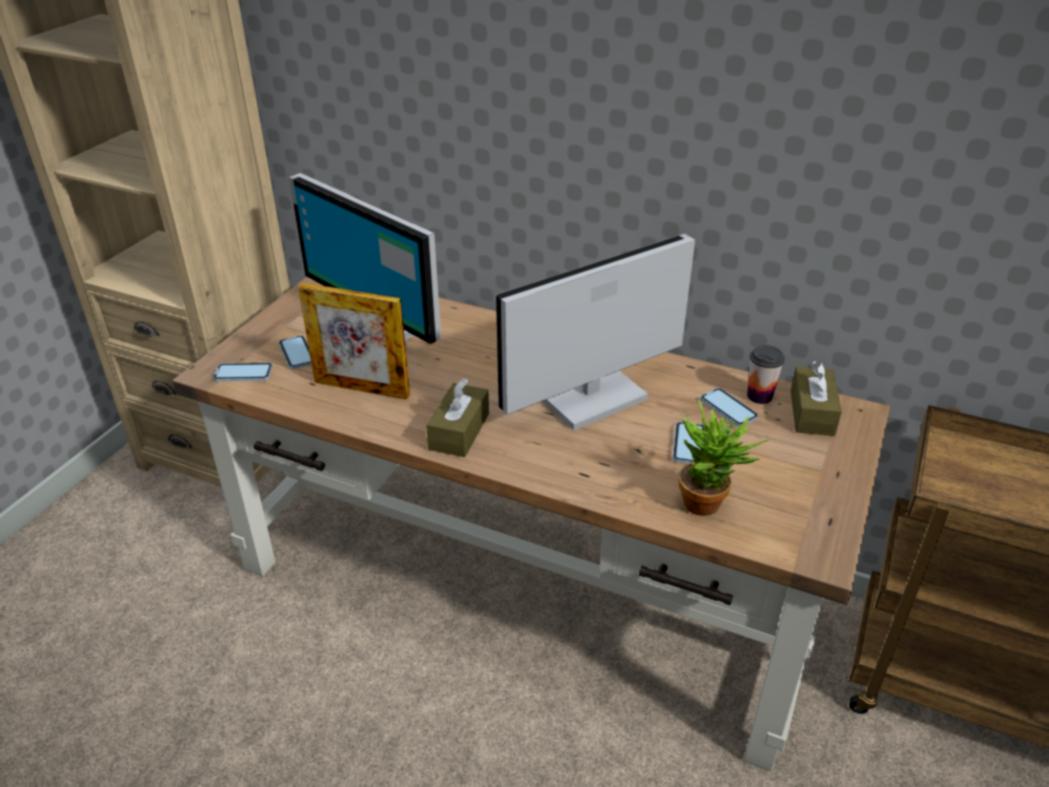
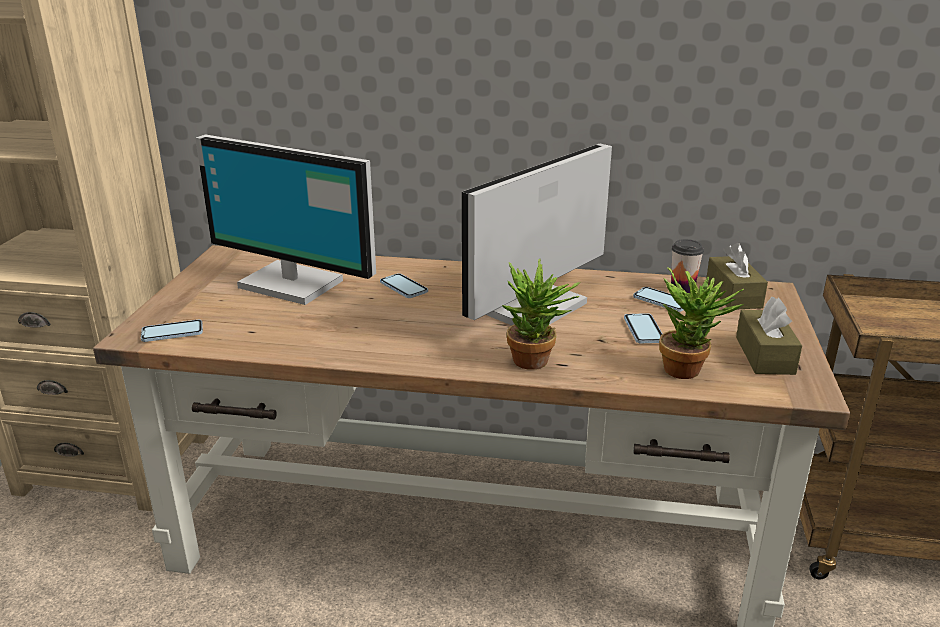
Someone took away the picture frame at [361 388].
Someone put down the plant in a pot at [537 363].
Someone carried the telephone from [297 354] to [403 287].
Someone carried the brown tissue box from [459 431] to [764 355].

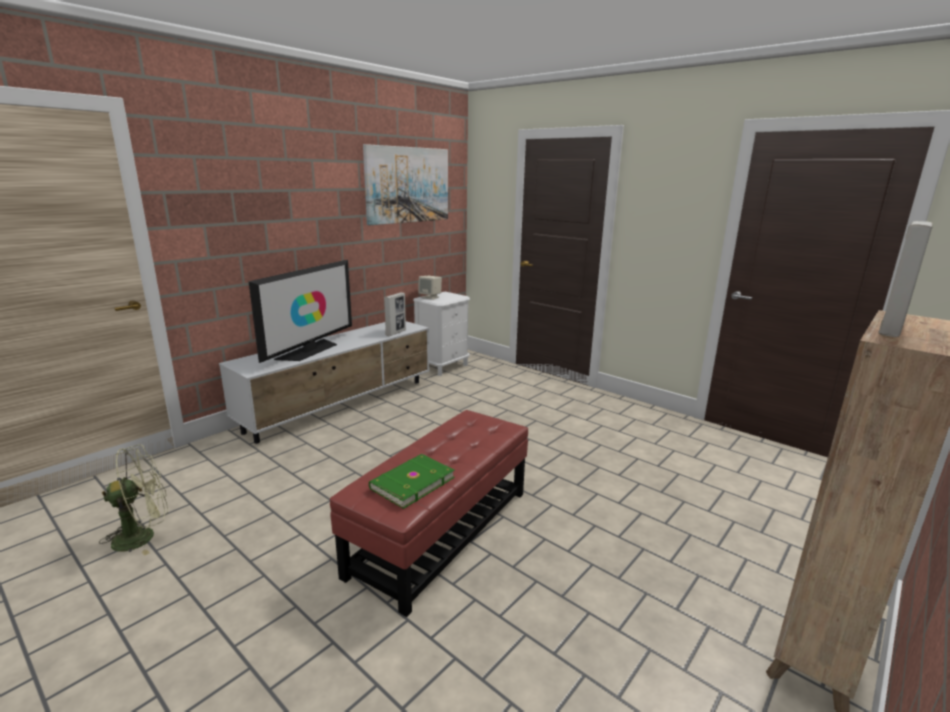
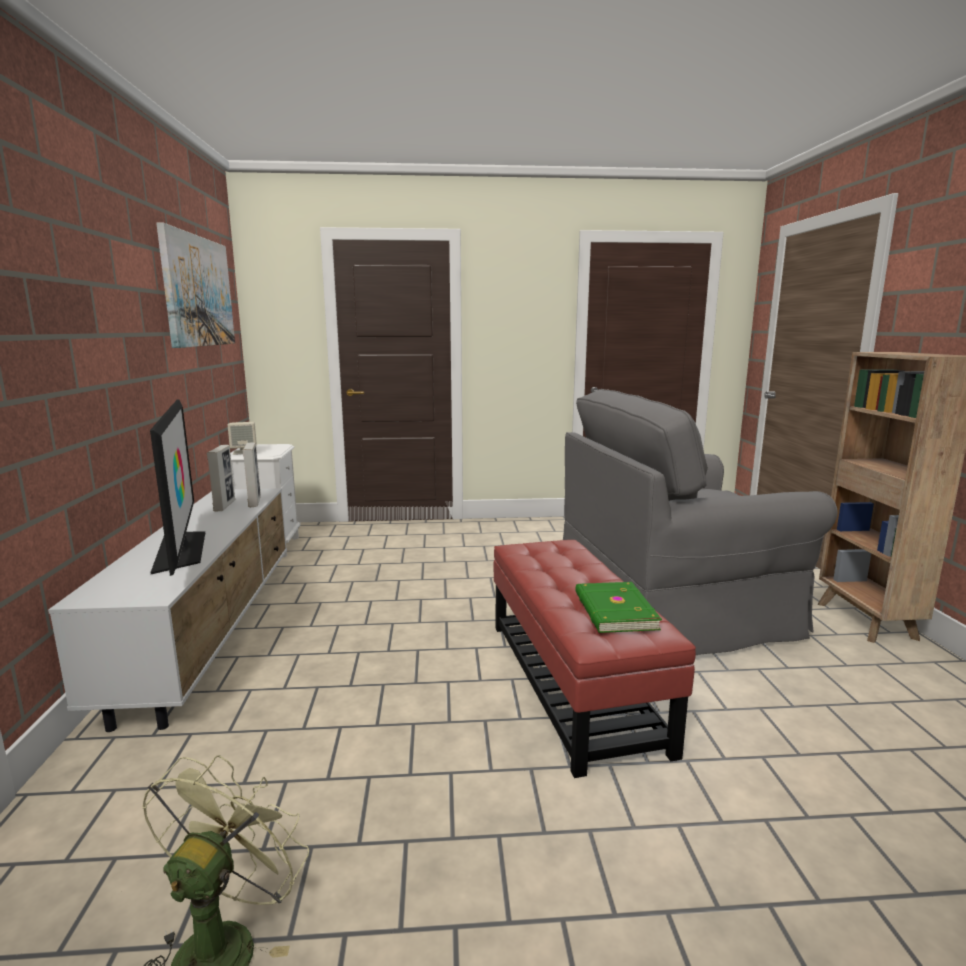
Someone put down the grey lounge chair at [673 605].
Someone carried the picture frame from [890 329] to [224 505].

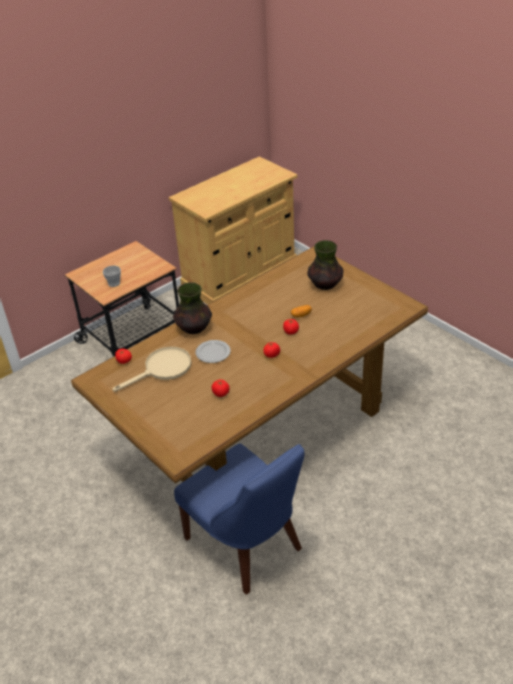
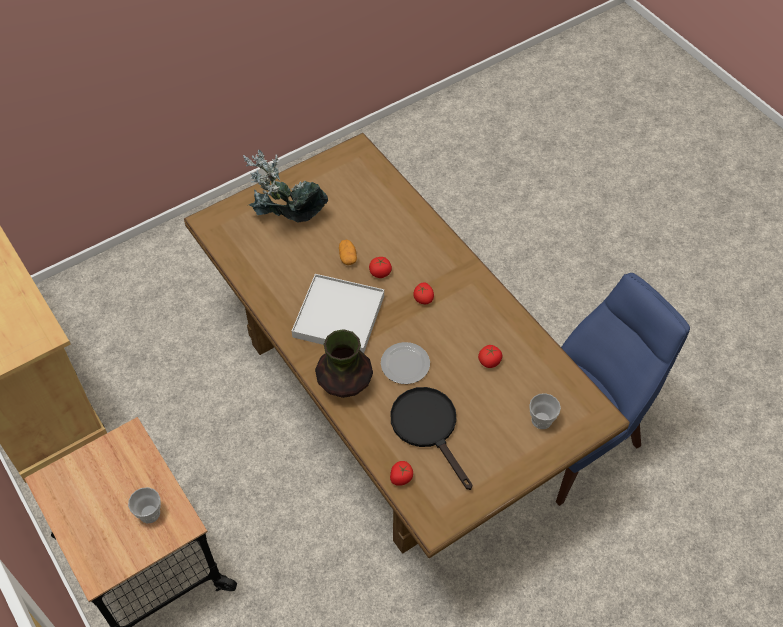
Someone put down the white serving tray at [339 316].
Someone put down the cup at [541 420].
Someone swapped the flower vase at [325 284] for the plant in a pot at [286 221].
Someone repainted the sand-coloured frying pan at [162 369], which became the black frying pan at [429 427].

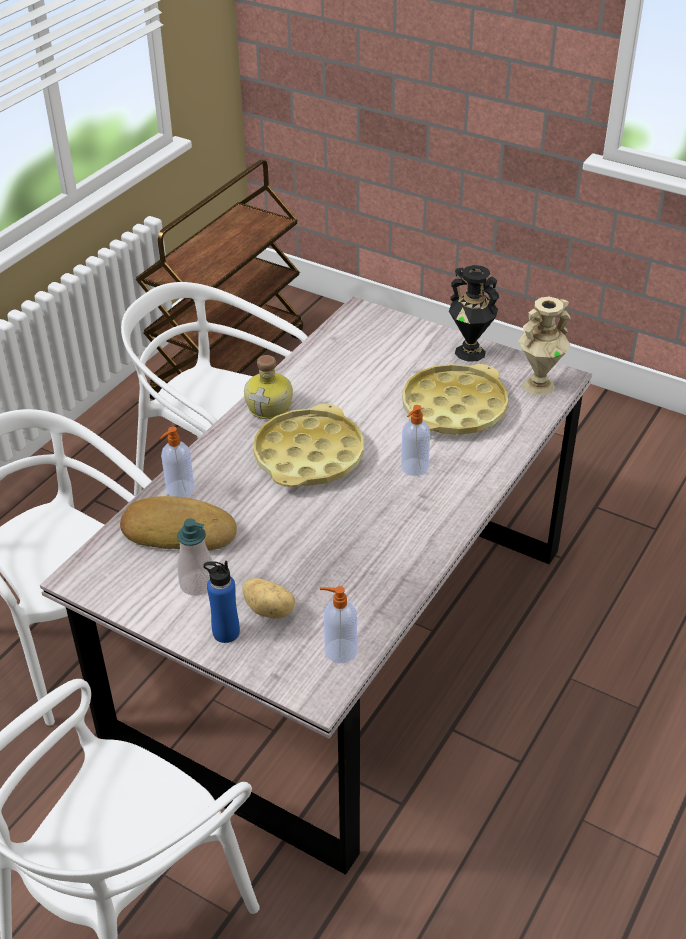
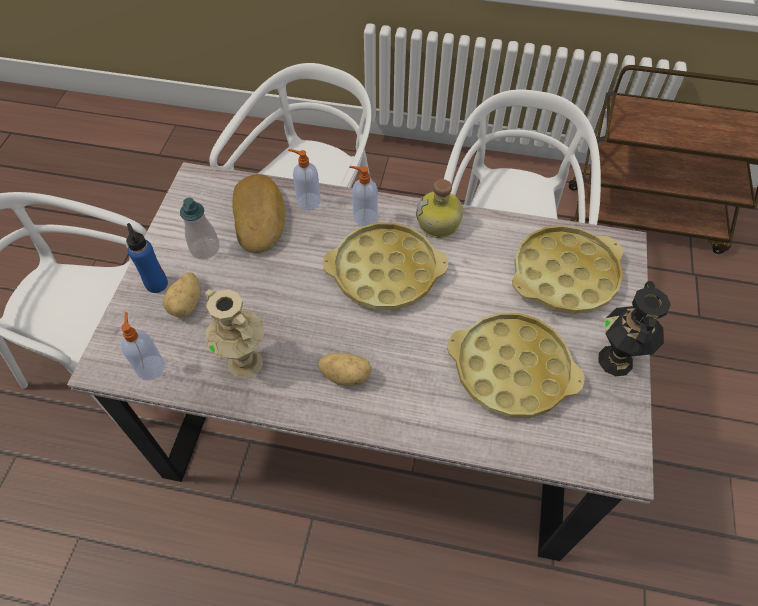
Someone put down the potato at [346 375].
Someone put down the yellow-coloured serving tray at [564 275].
Someone carried the soap bottle from [414 467] to [364 217].
Someone carried the sand-coloured flower vase from [538 385] to [246 362].

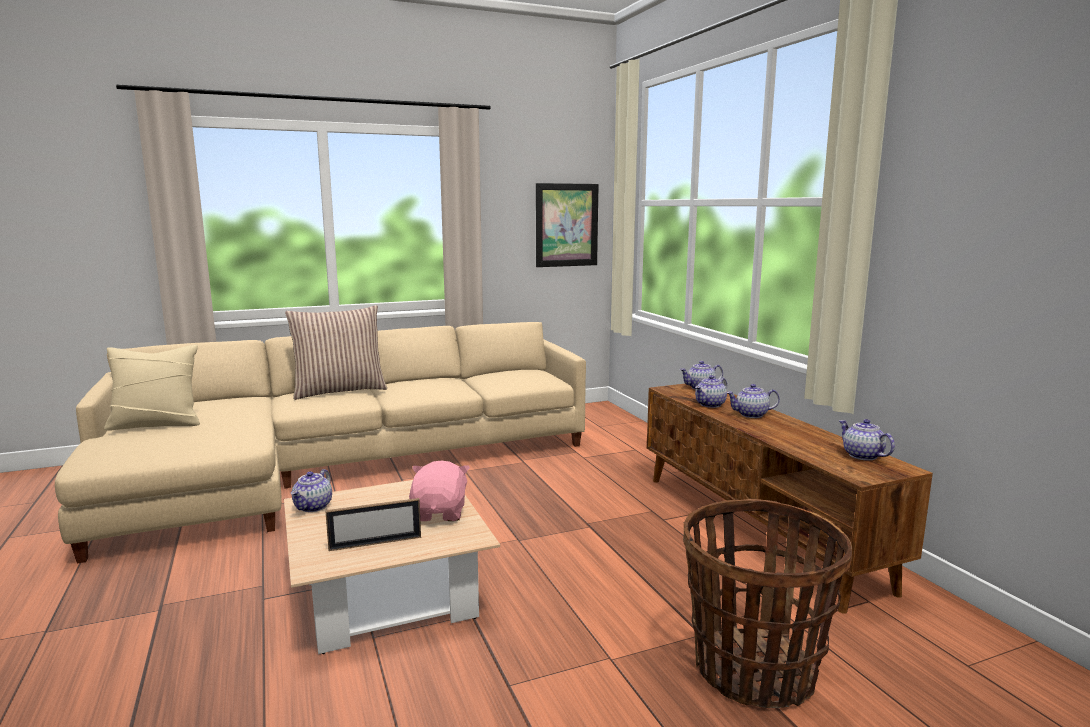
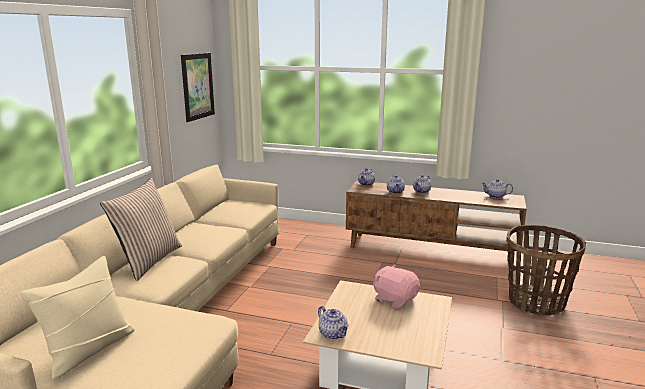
Someone took away the picture frame at [375 543].

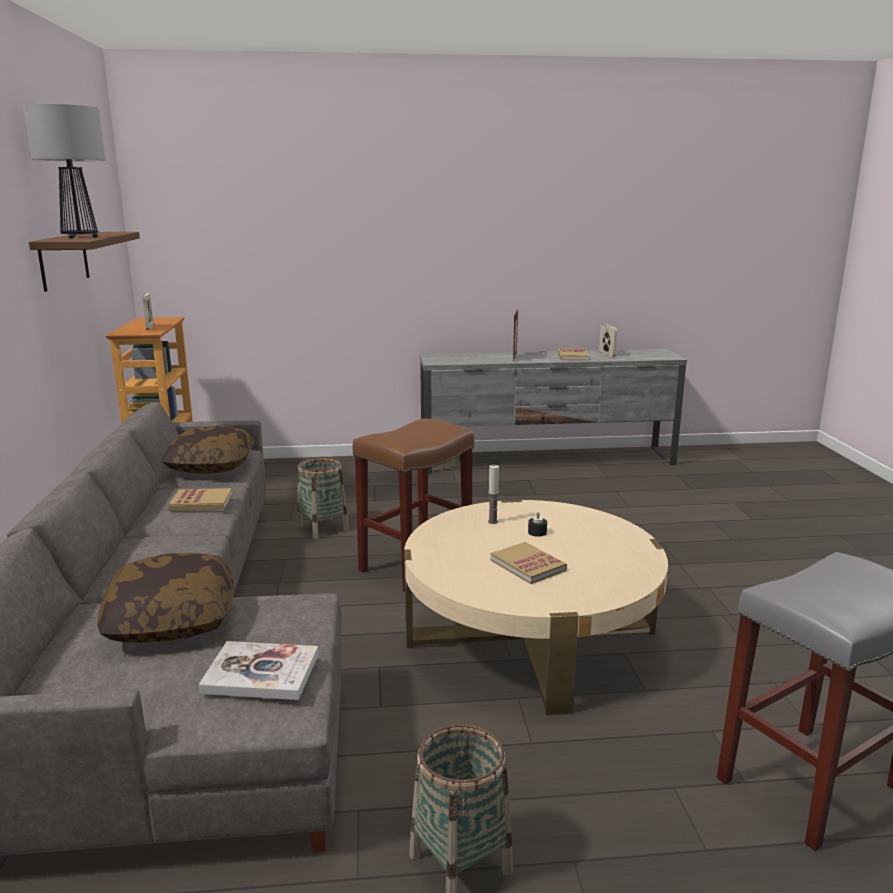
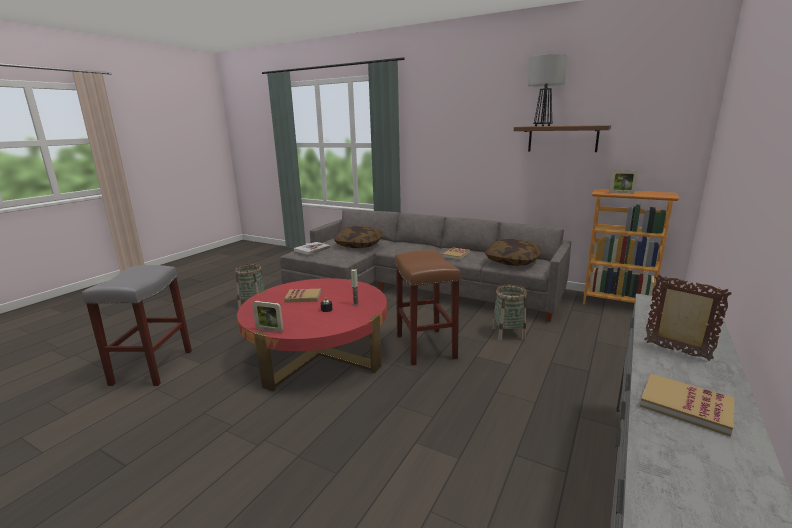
Someone carried the picture frame from [607 354] to [269 330].
Someone repainted the sand-coloured low table at [530 635], which became the red low table at [318 352].

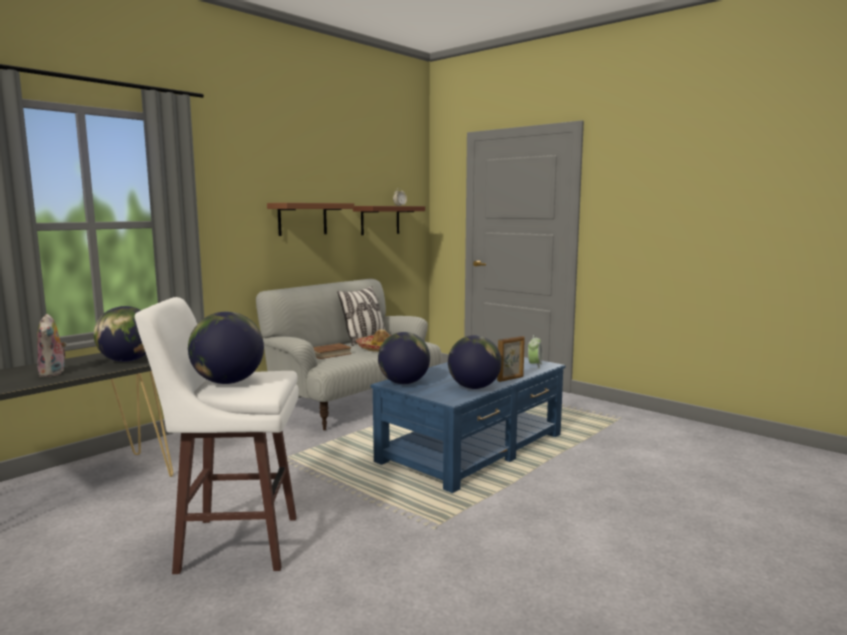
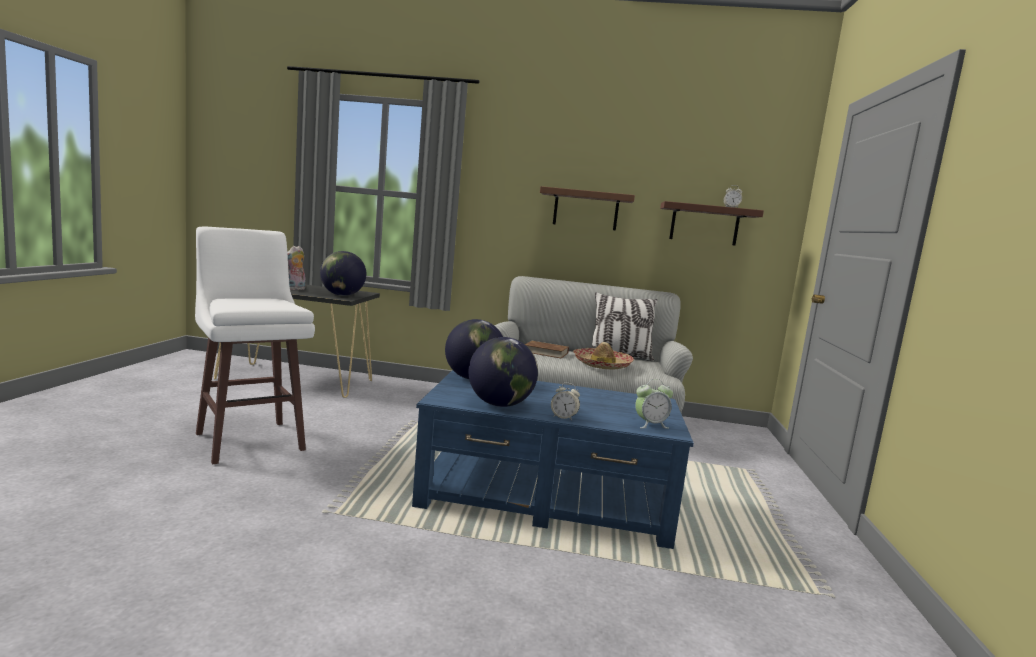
Someone took away the desk globe at [228 382].
Someone swapped the picture frame at [510 379] for the table clock at [564 417].

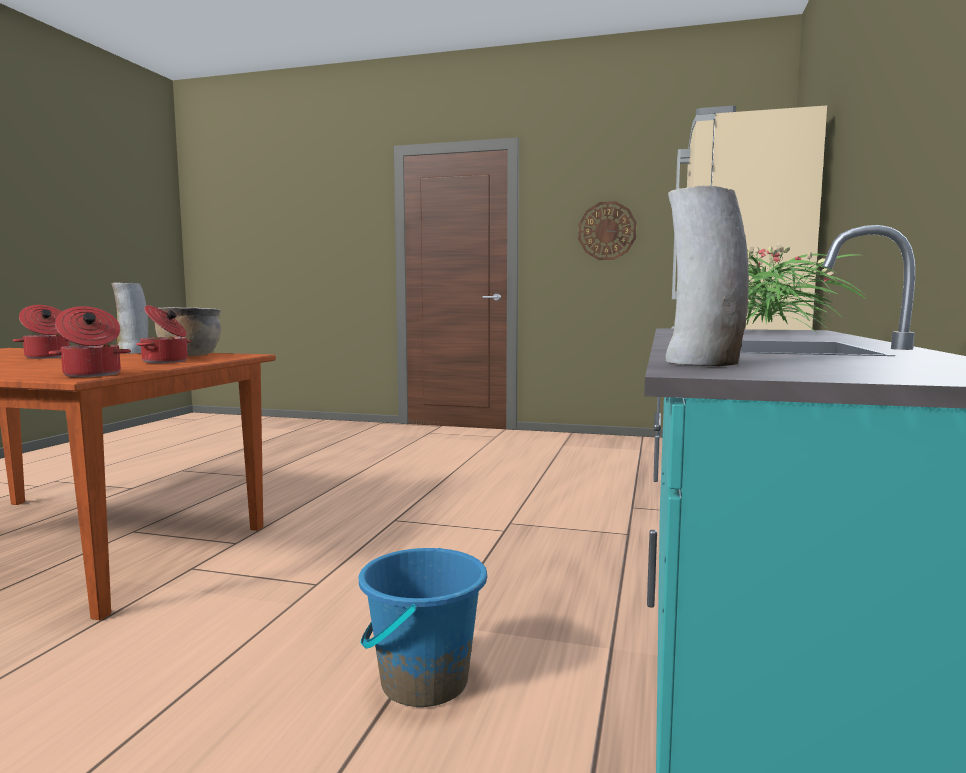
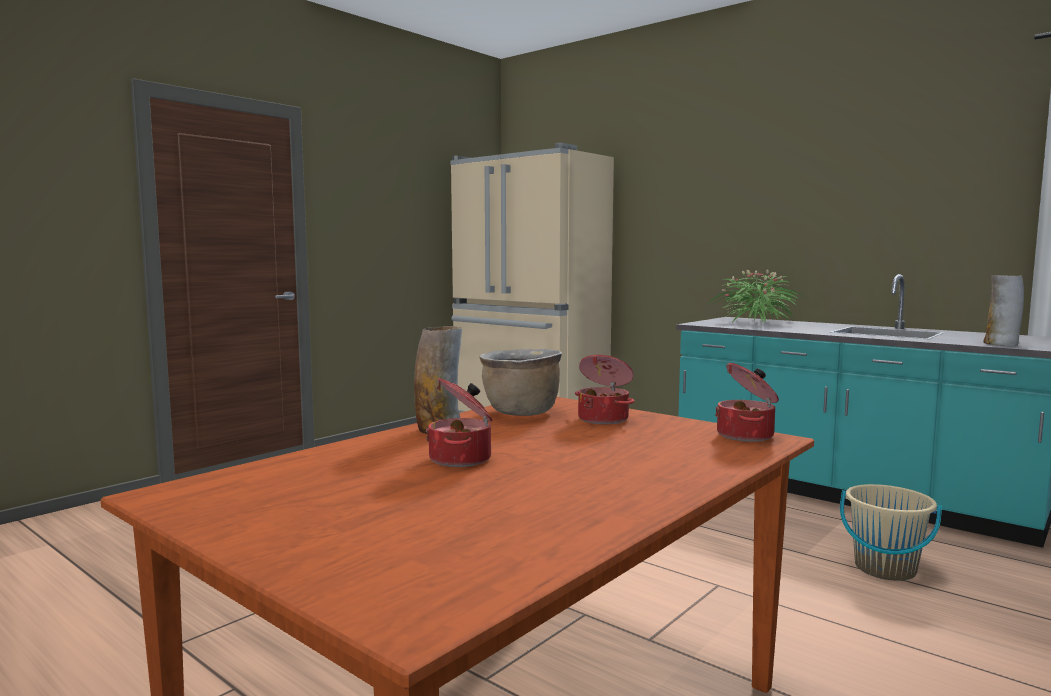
Someone took away the clock on the wall at [607 231].
Someone repainted the bluish water bucket at [423 682], which became the sand-coloured water bucket at [885 569].

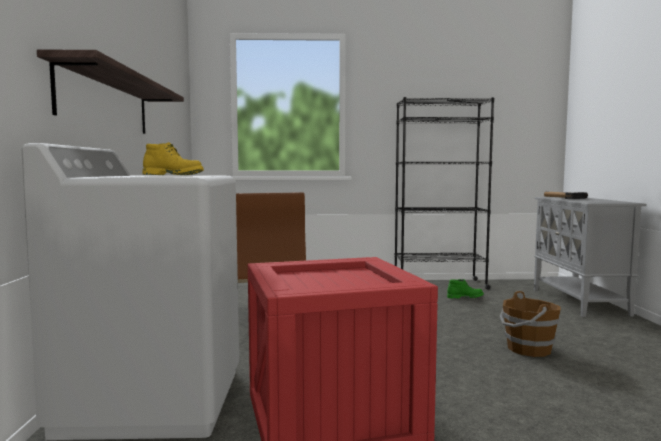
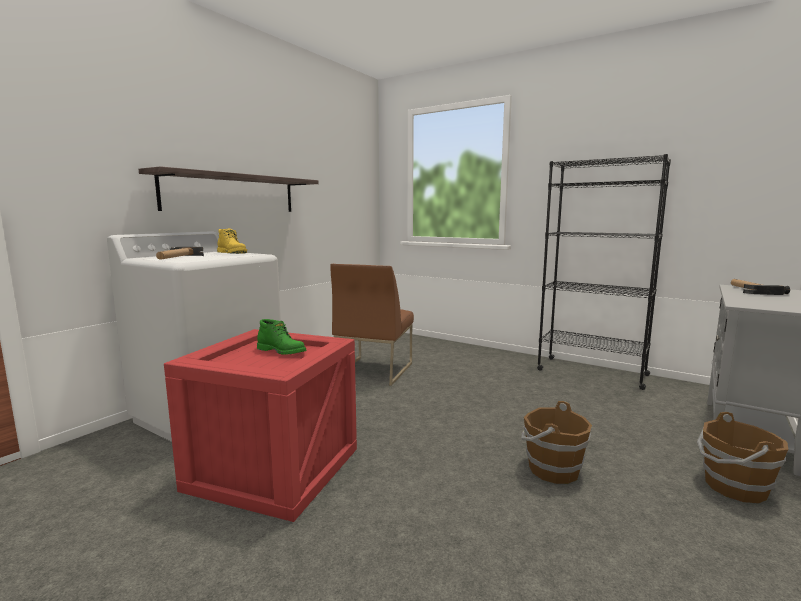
Someone put down the hand hammer at [177 257].
Someone put down the brown water bucket at [733 487].
Someone carried the green-coloured tall boot from [465 297] to [282 351].

